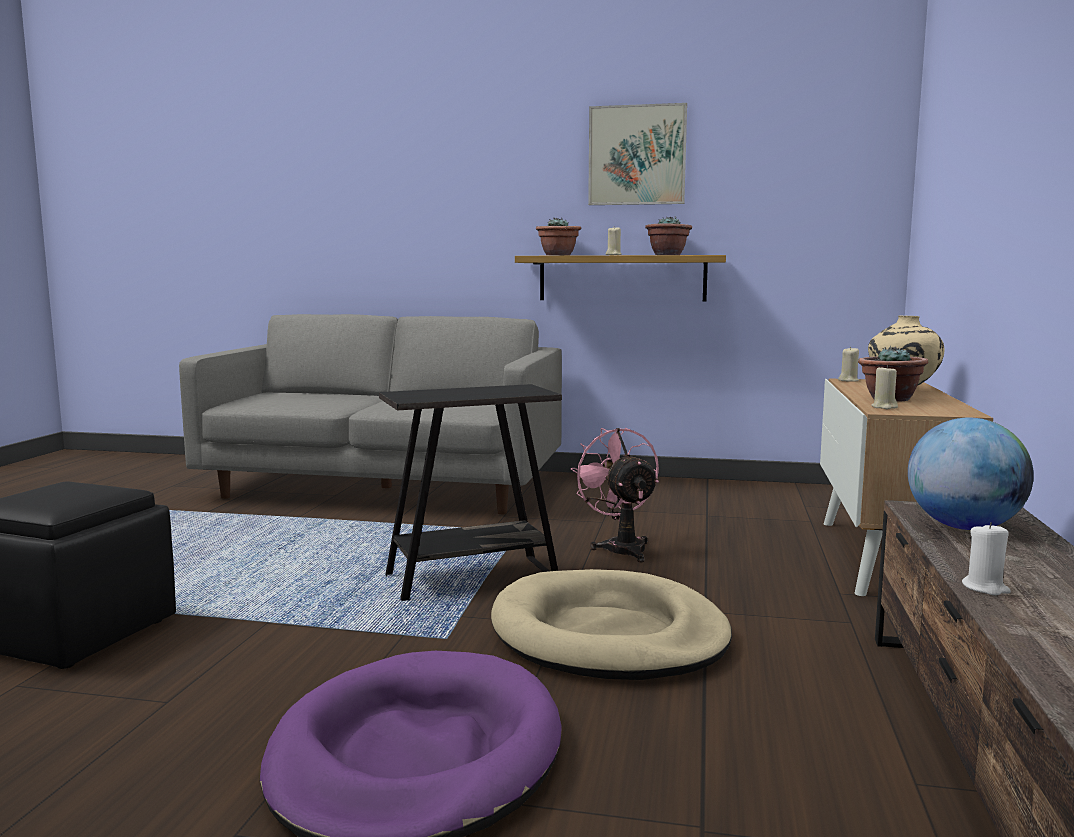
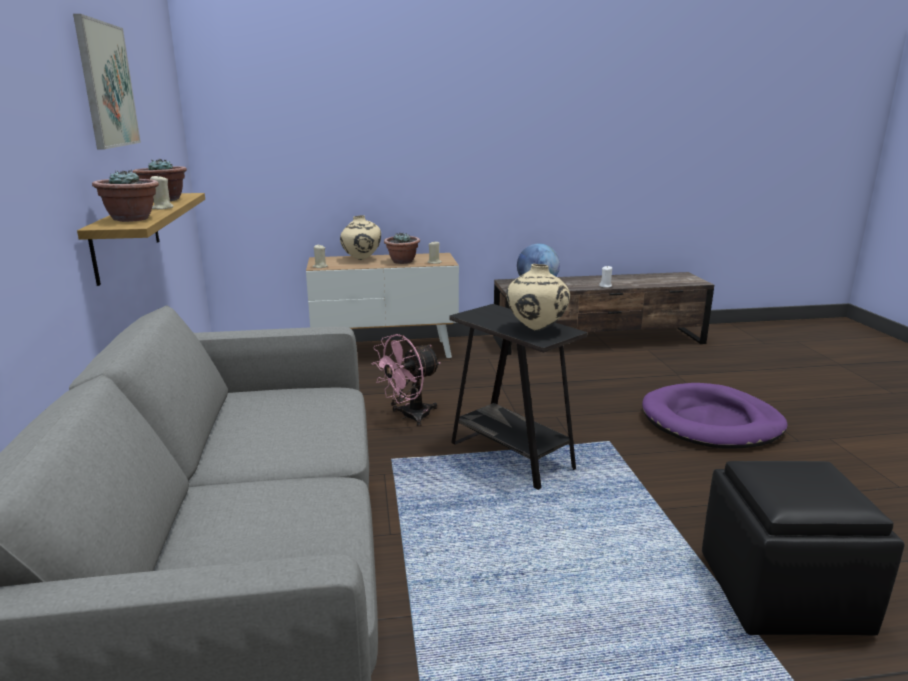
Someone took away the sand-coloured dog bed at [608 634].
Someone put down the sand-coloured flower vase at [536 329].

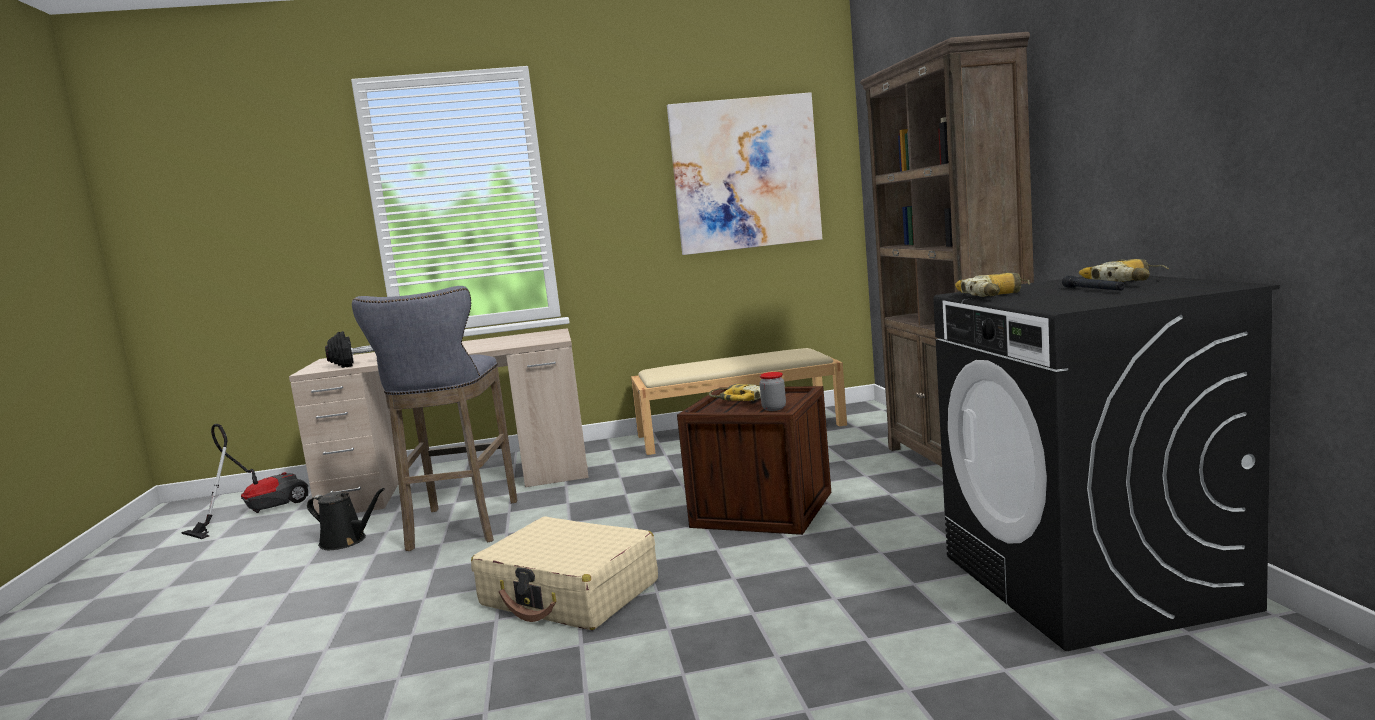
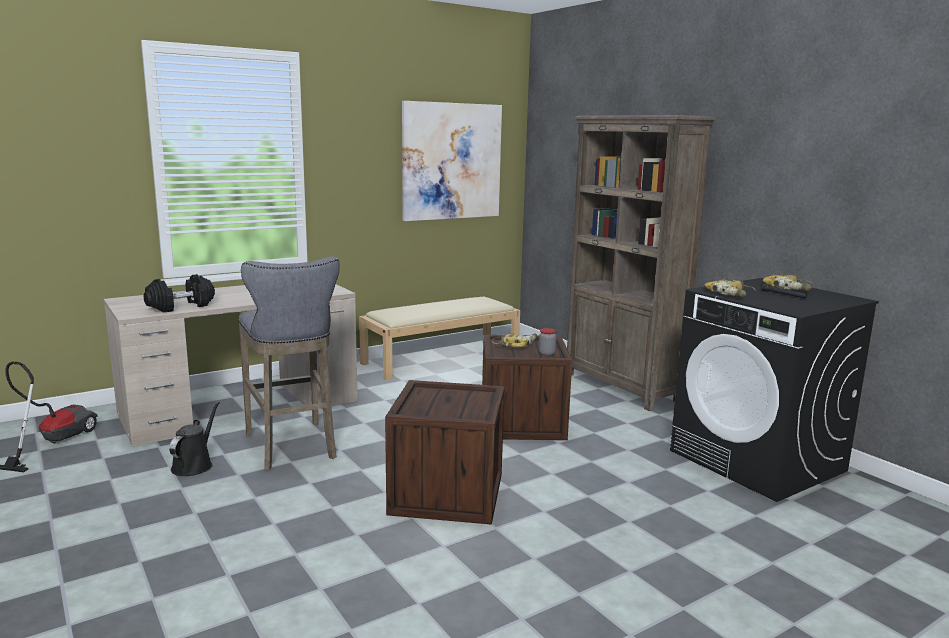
Someone swapped the sand-coloured travel case at [569 594] for the crate at [447 494].
Someone rotated the black sprinkling can at [346 541] by 75 degrees counterclockwise.

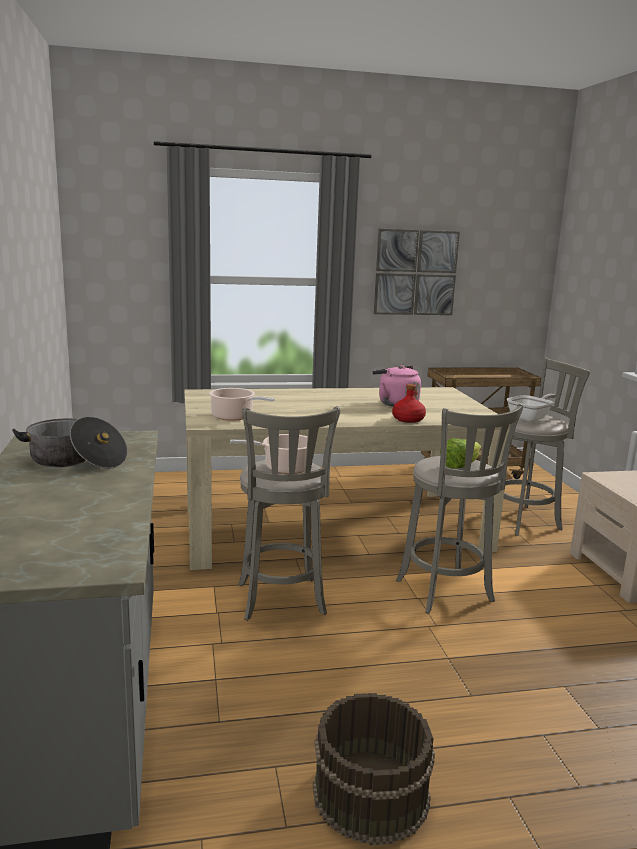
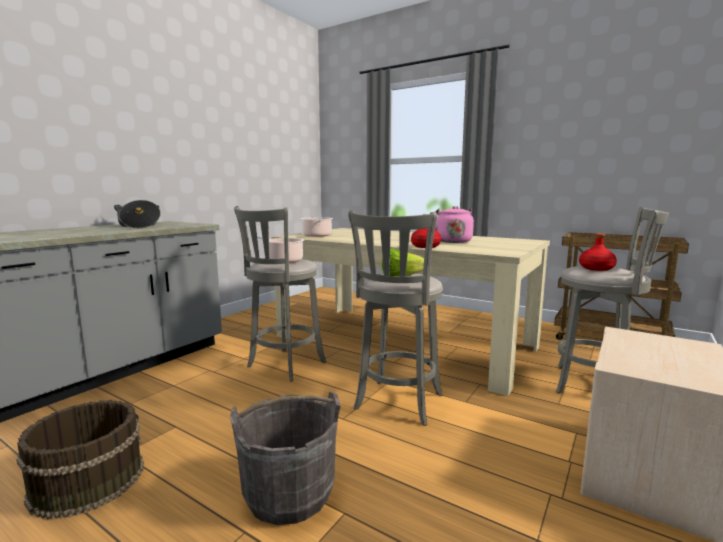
Someone took away the wall picture at [415 272].
Someone put down the grey water bucket at [289 493].
Someone swapped the frying pan at [531 418] for the red bottle at [597 268].

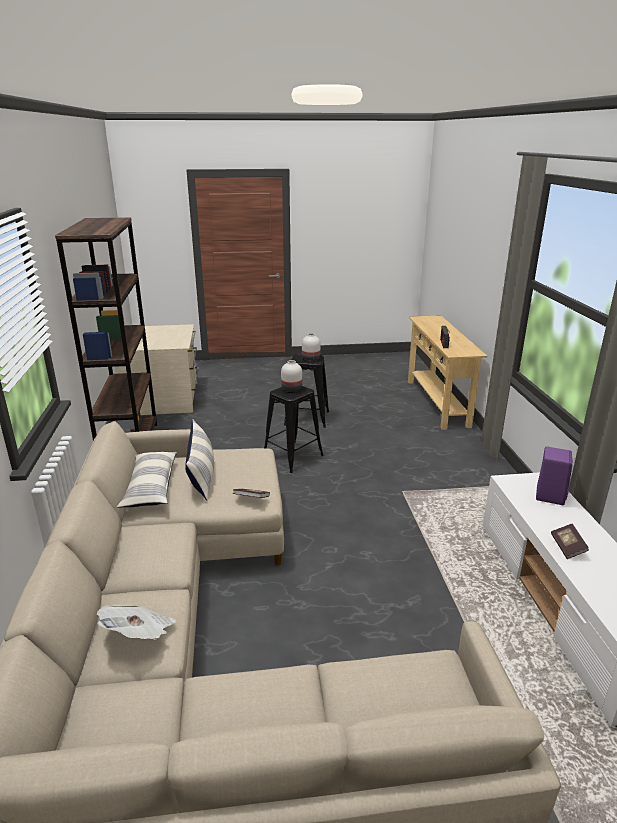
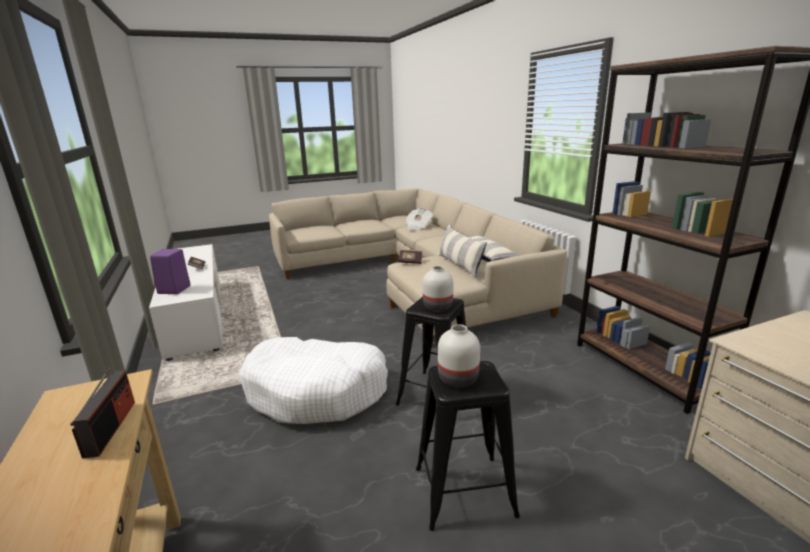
Someone put down the white dog bed at [317 391].

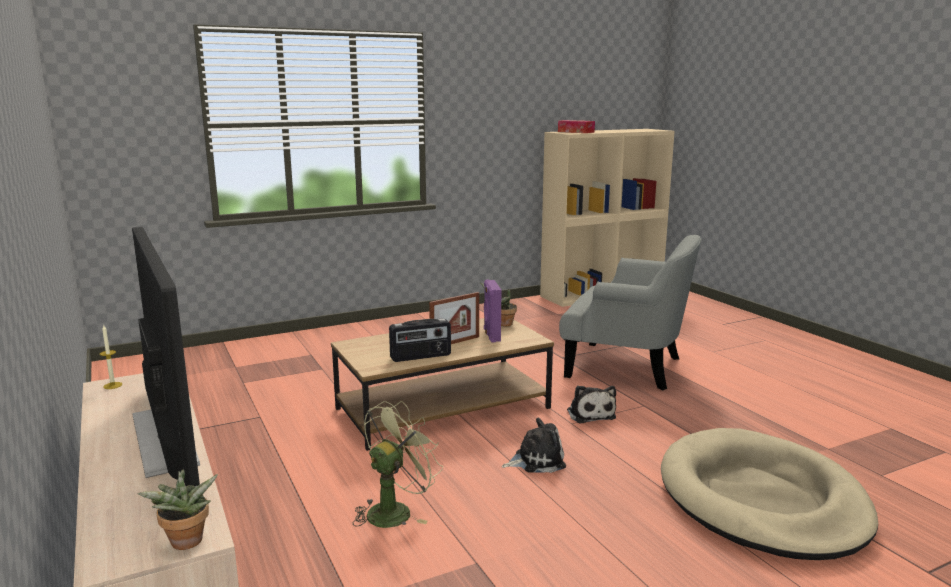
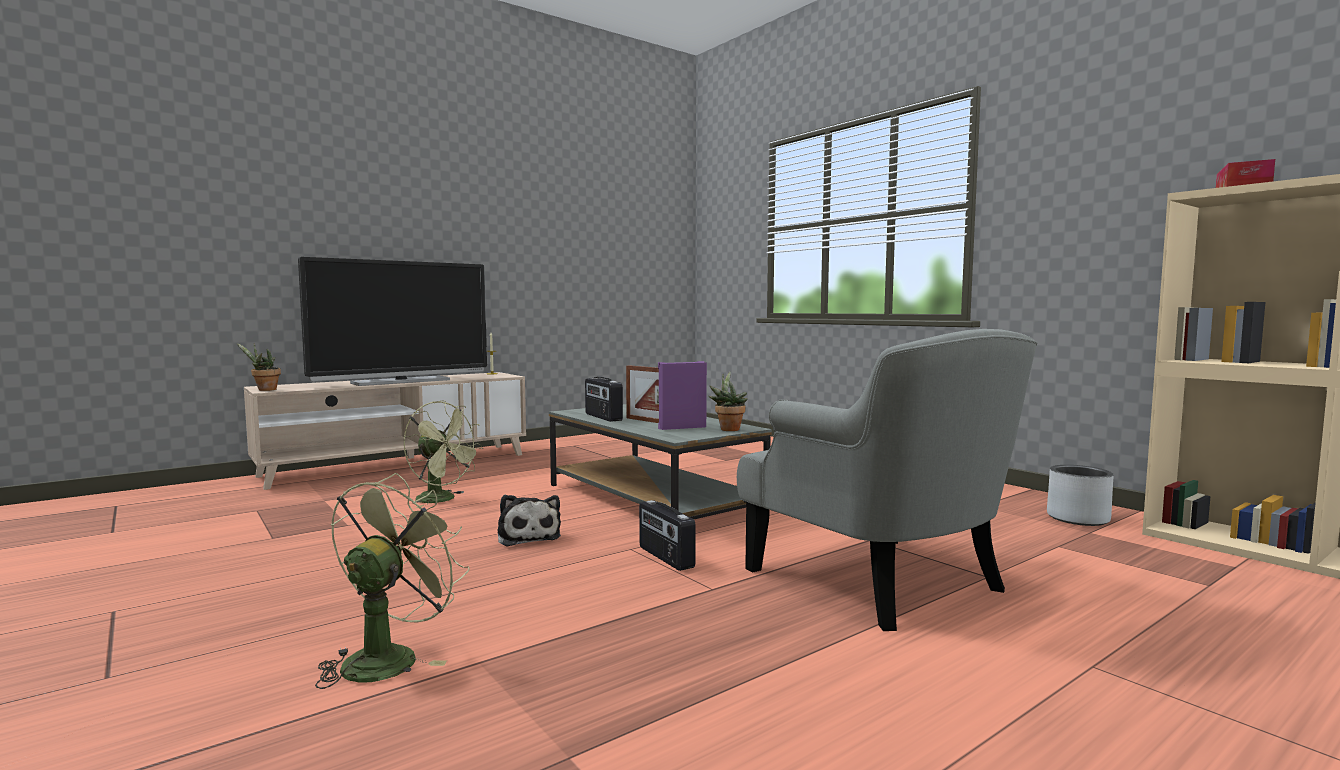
Someone put down the grey plant pot at [1078 519].
Someone swapped the soft toy at [590 413] for the radio at [665 557].
Someone swapped the sand-coloured dog bed at [761 499] for the green-coloured cooling fan at [389 657].
Someone repainted the brown low table at [443 408], which became the grey low table at [652 499].
Someone rotated the grey lounge chair at [627 366] by 45 degrees counterclockwise.

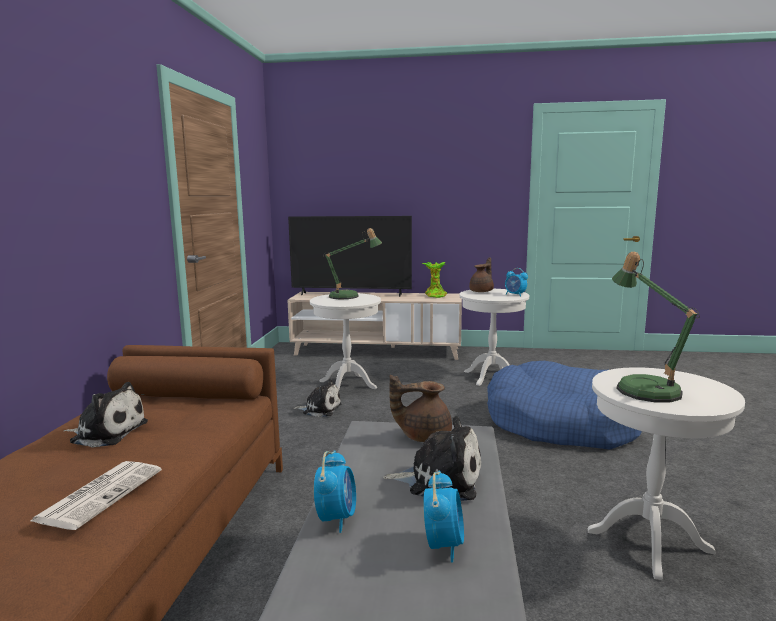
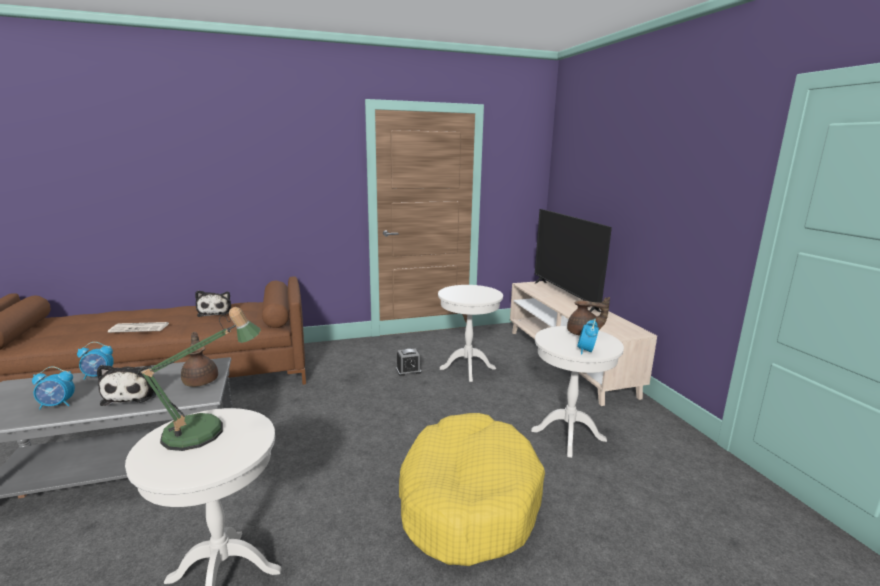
Someone took away the tabletop lamp at [349 296].
Someone took away the plant in a pot at [435 295].
Someone swapped the soft toy at [320 409] for the table clock at [408 371].
Someone repainted the bluish dog bed at [560 422], which became the yellow-coloured dog bed at [467 500].

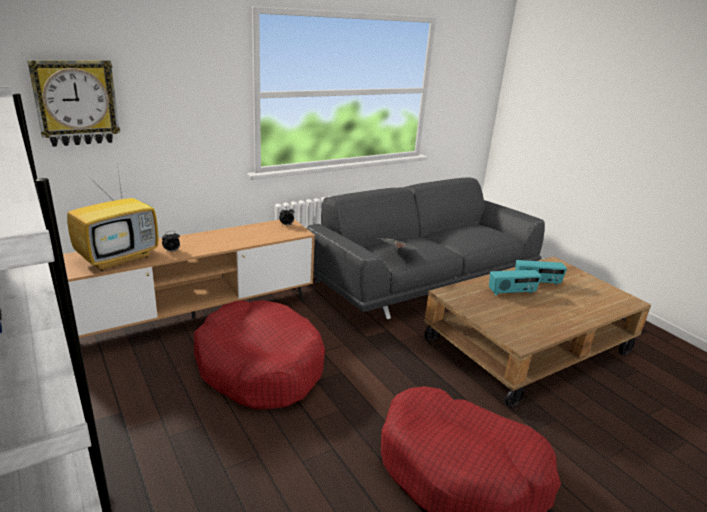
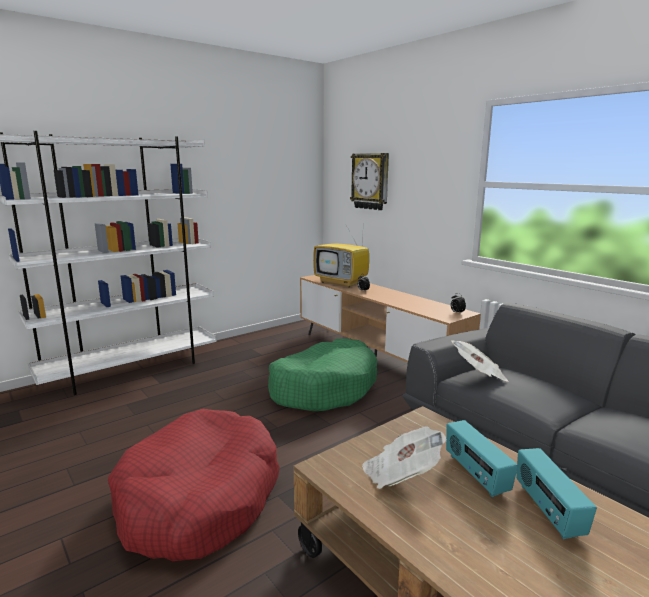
Someone put down the daily paper at [401 474].
Someone repainted the red dog bed at [259 366], which became the green-coloured dog bed at [323 387].

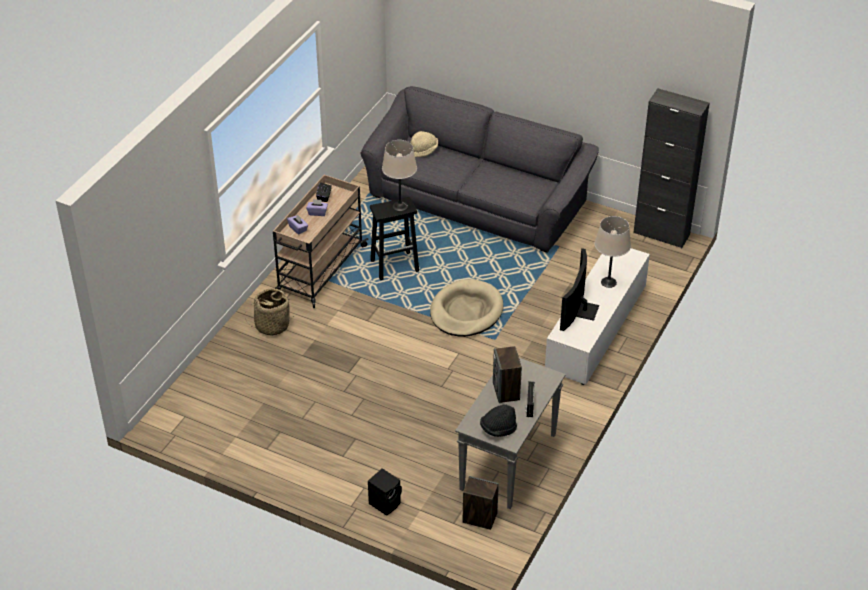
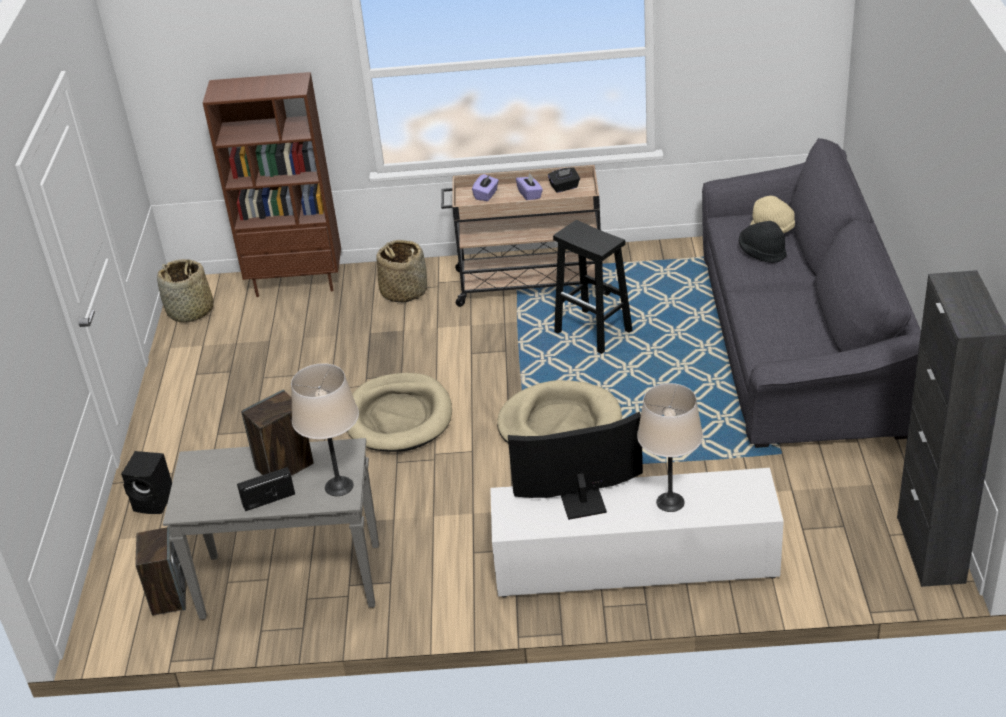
Someone put down the household basket at [191 311].
Someone put down the brown shelving unit at [297 282].
Someone put down the sand-coloured dog bed at [399 417].
Someone carried the sand-coloured tabletop lamp from [400 206] to [339 486].
Someone carried the black clothing hat from [498 429] to [762 253].

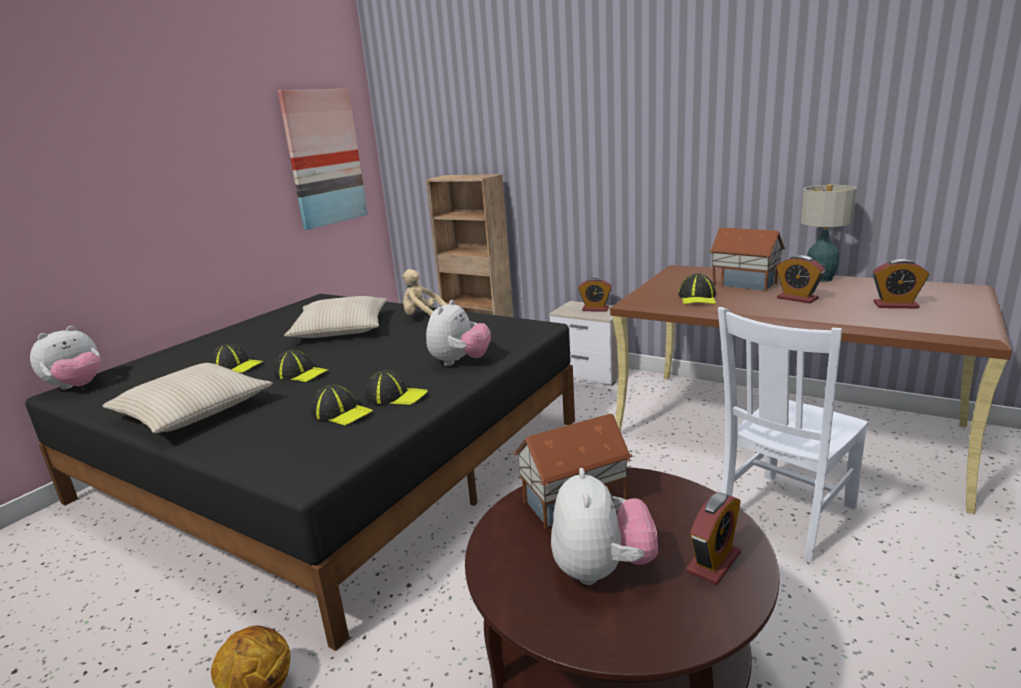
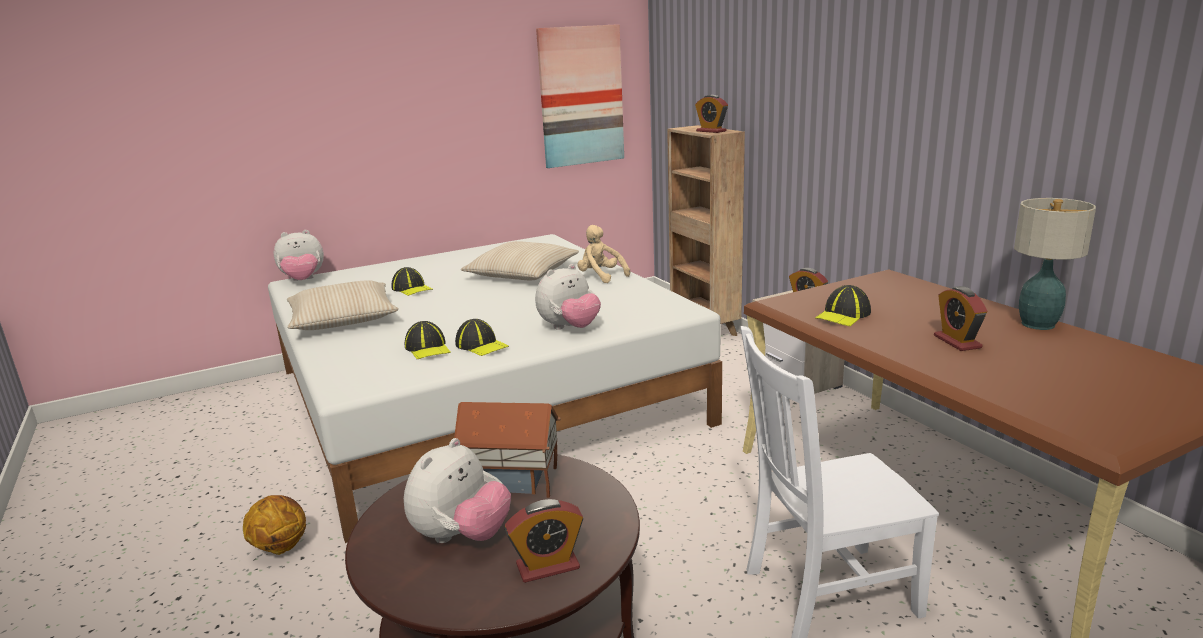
Someone took away the cap at [301 373].
Someone took away the miniature house at [745 283].
Someone carried the table clock from [895 305] to [711 131].
Someone repainted the black bedroom bed at [335 459], which became the white bedroom bed at [482 395].

